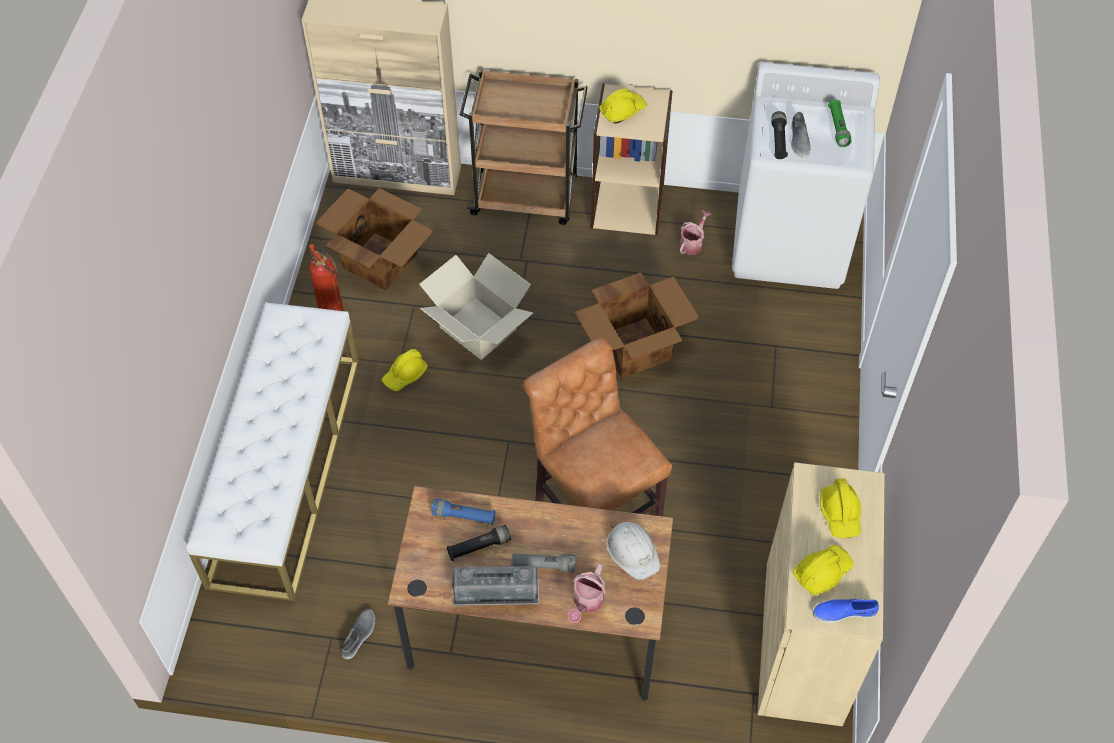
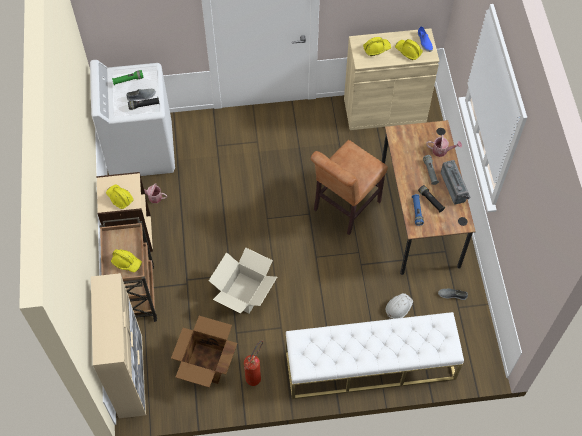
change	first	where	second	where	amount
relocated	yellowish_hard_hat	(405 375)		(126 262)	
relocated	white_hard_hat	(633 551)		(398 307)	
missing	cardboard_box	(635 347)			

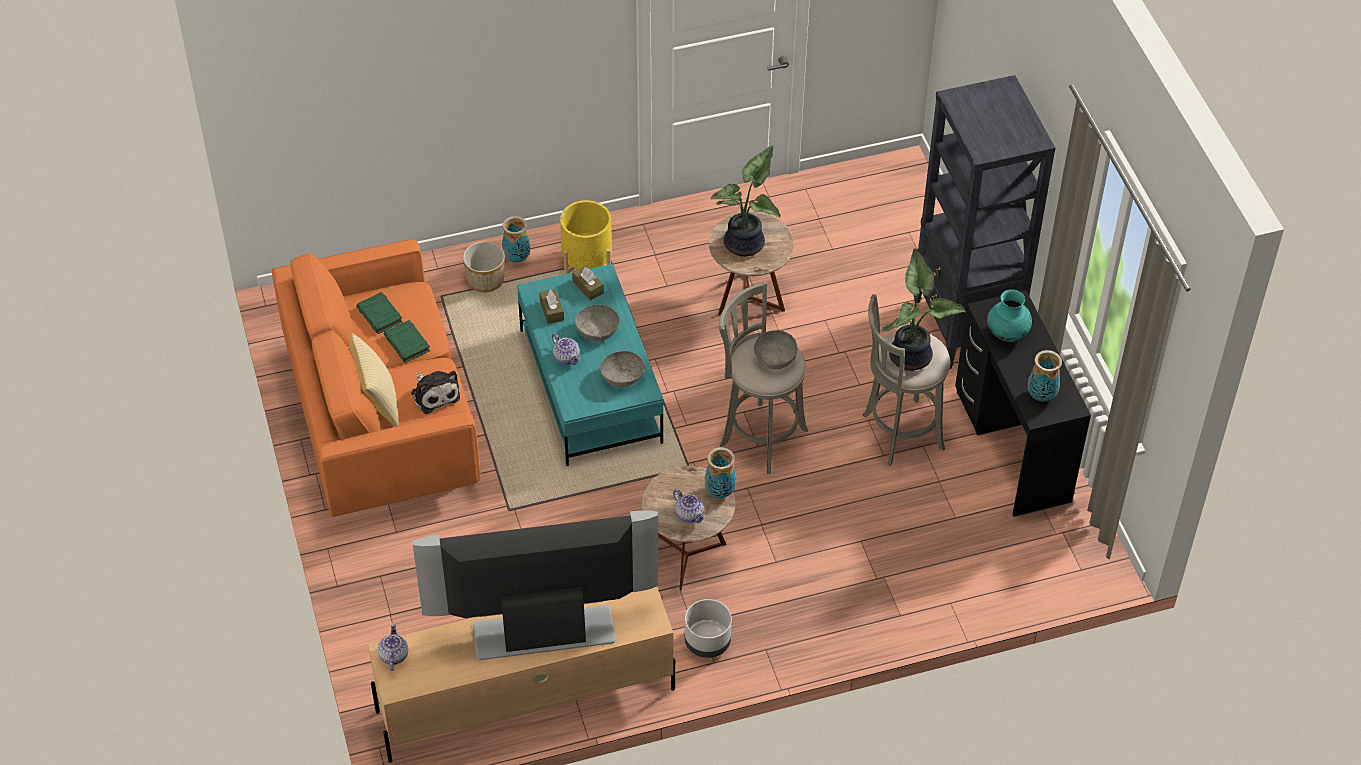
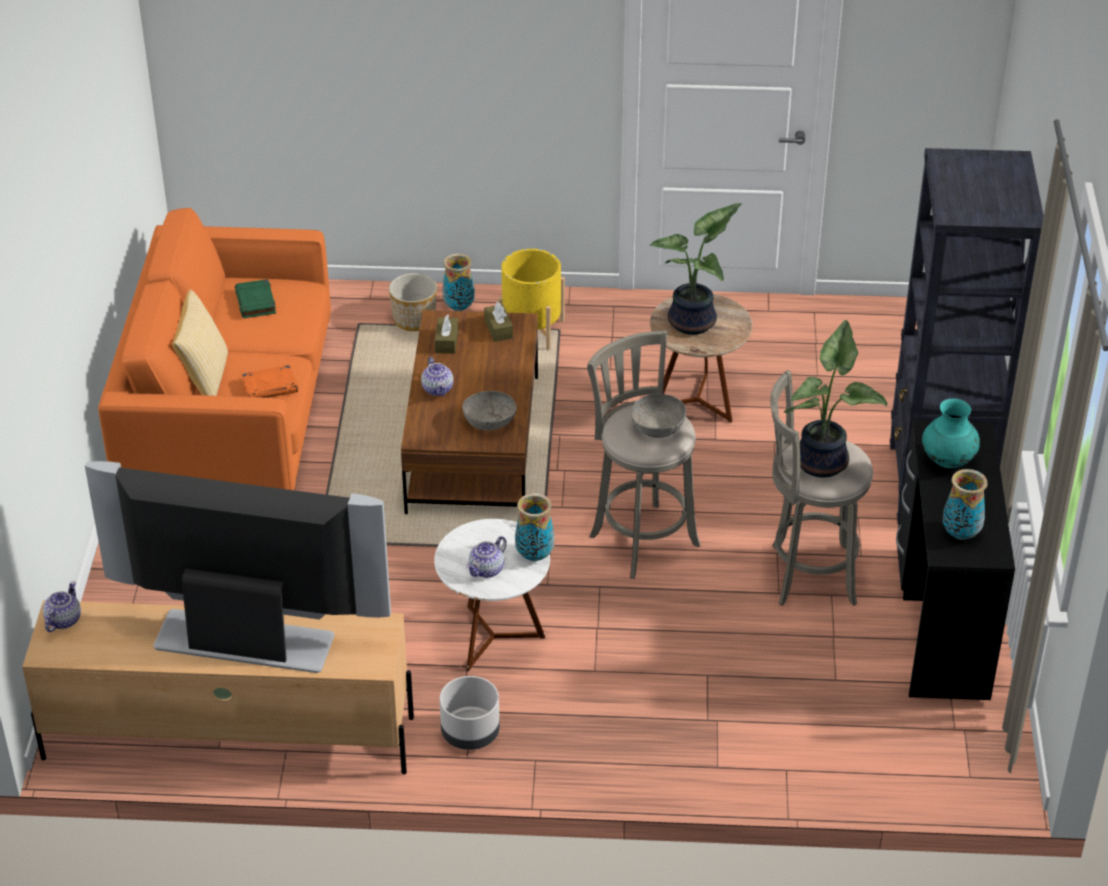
change	first	where	second	where	amount
exchanged	soft_toy	(434 394)	orange_book	(270 386)	
colour	turquoise-coloured_lounge_table	(590 386)	brownish_lounge_table	(473 444)	
colour	brownish_end_table	(687 556)	white_end_table	(494 638)	
spun	tea_pot	(690 514)		(487 570)	60 degrees clockwise
missing	green-coloured_book	(407 344)			
missing	gray_bowl	(597 331)			

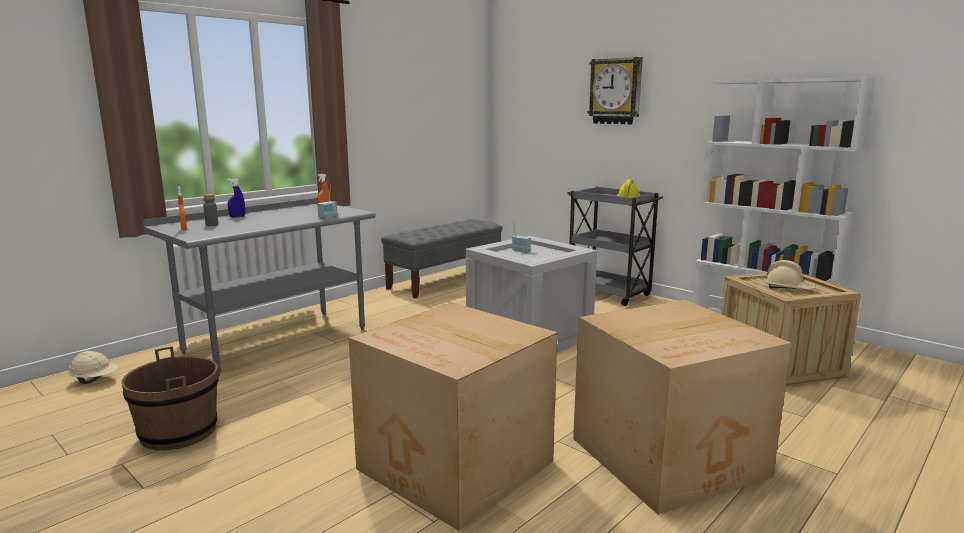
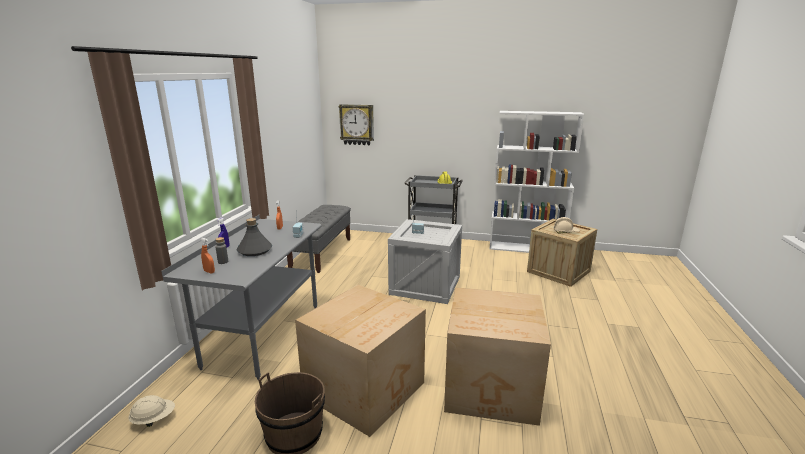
change	first	where	second	where	amount
appeared			gray_drink_bottle	(255 250)	
relocated	cardboard_box	(671 457)		(366 389)	
relocated	wall_clock	(615 91)		(357 124)	

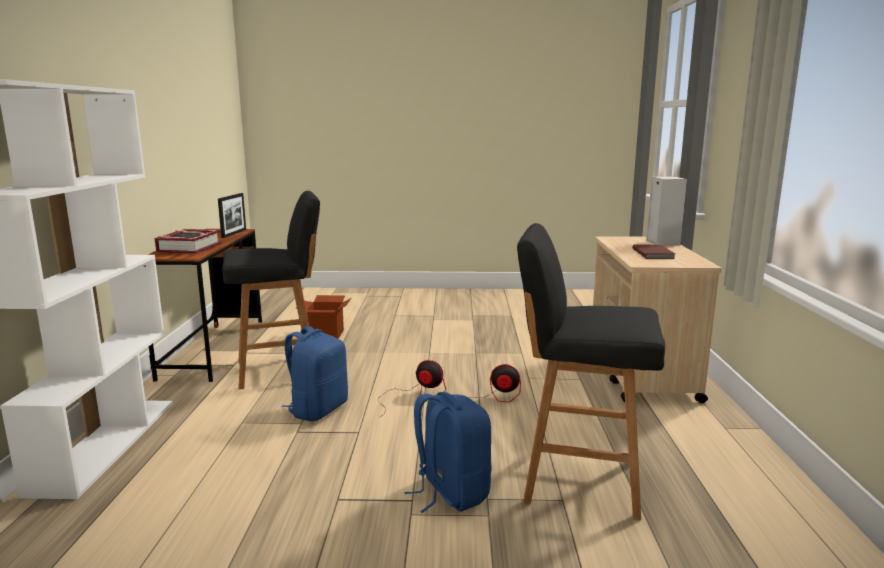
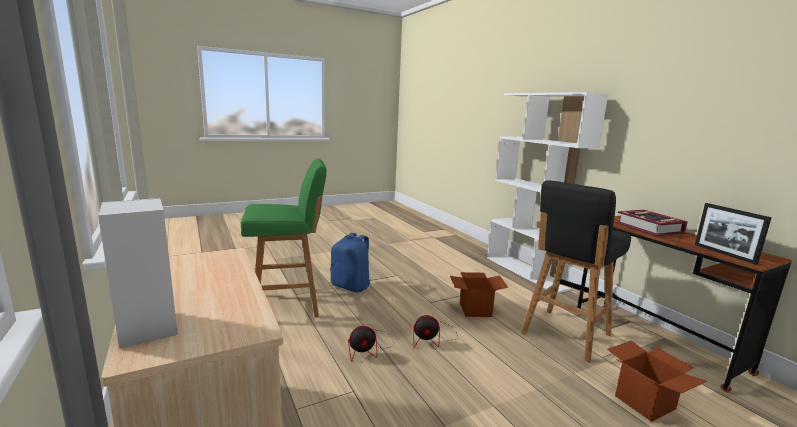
change	first	where	second	where	amount
colour	blackish_stool	(578 479)	green-coloured_stool	(288 305)	
exchanged	blue_backpack	(318 409)	cardboard_box	(475 310)	
missing	brownish_book	(654 253)			

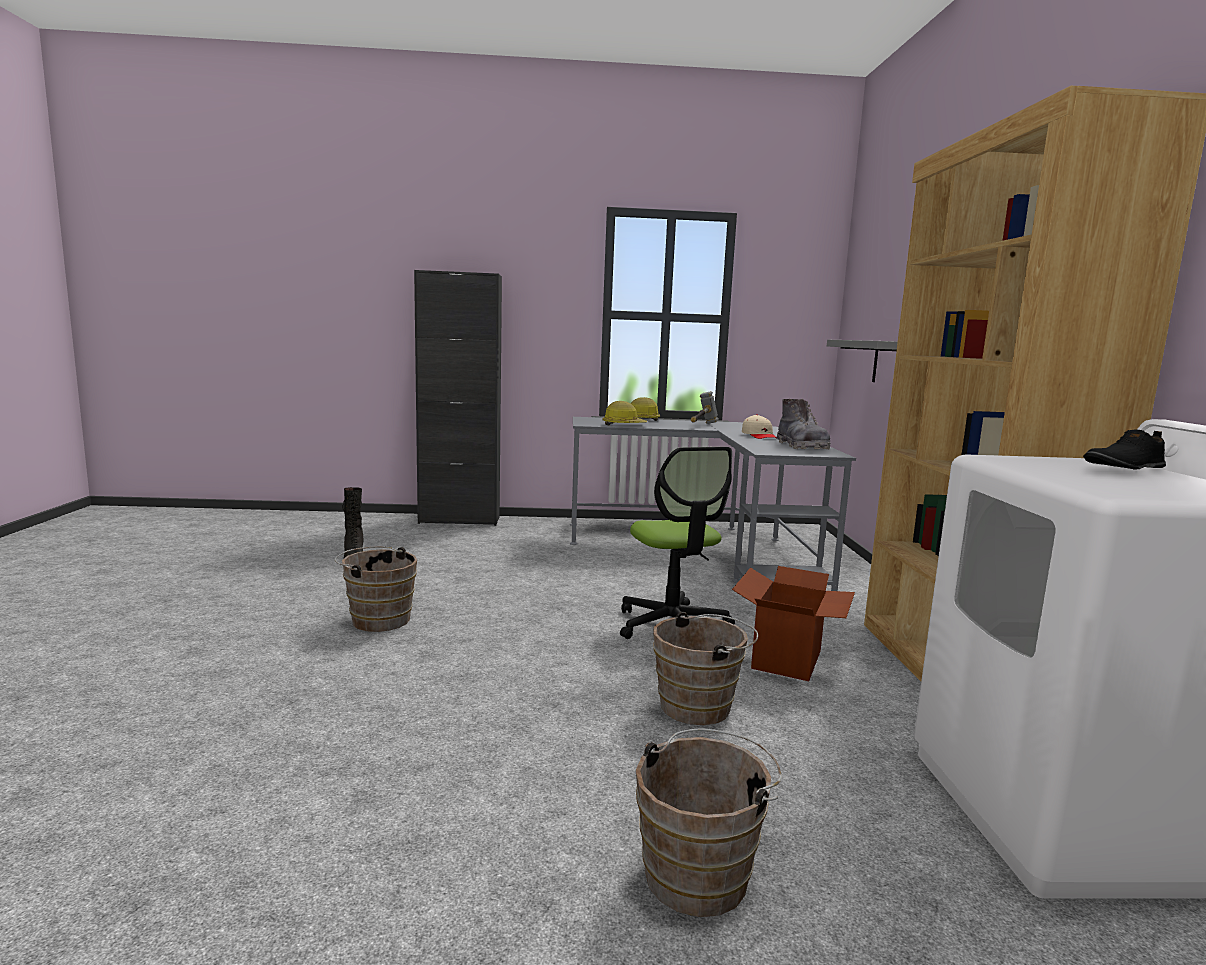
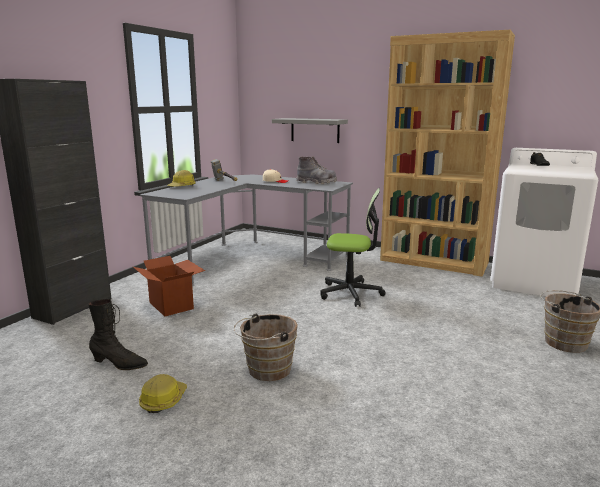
change	first	where	second	where	amount
relocated	cardboard_box	(788 659)		(172 305)	
relocated	hard_hat	(623 425)		(163 400)	
missing	brownish_pail	(701 706)			

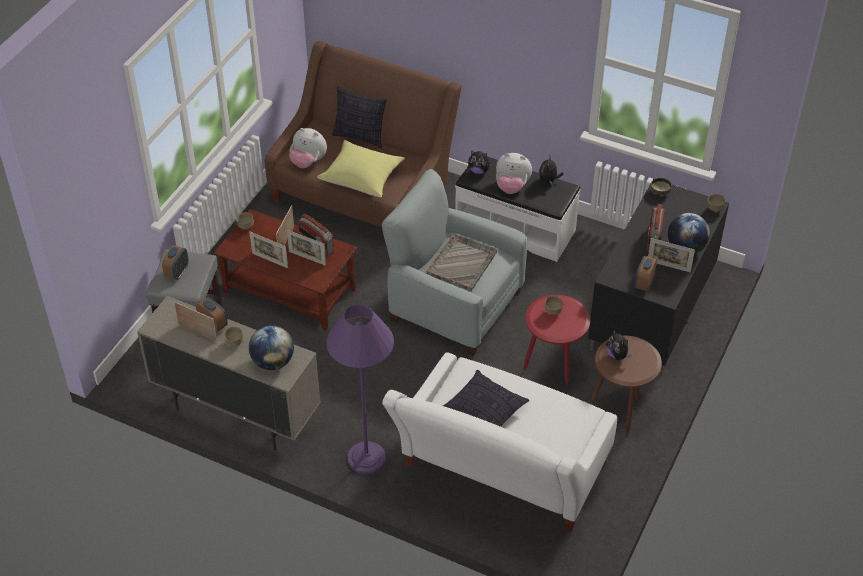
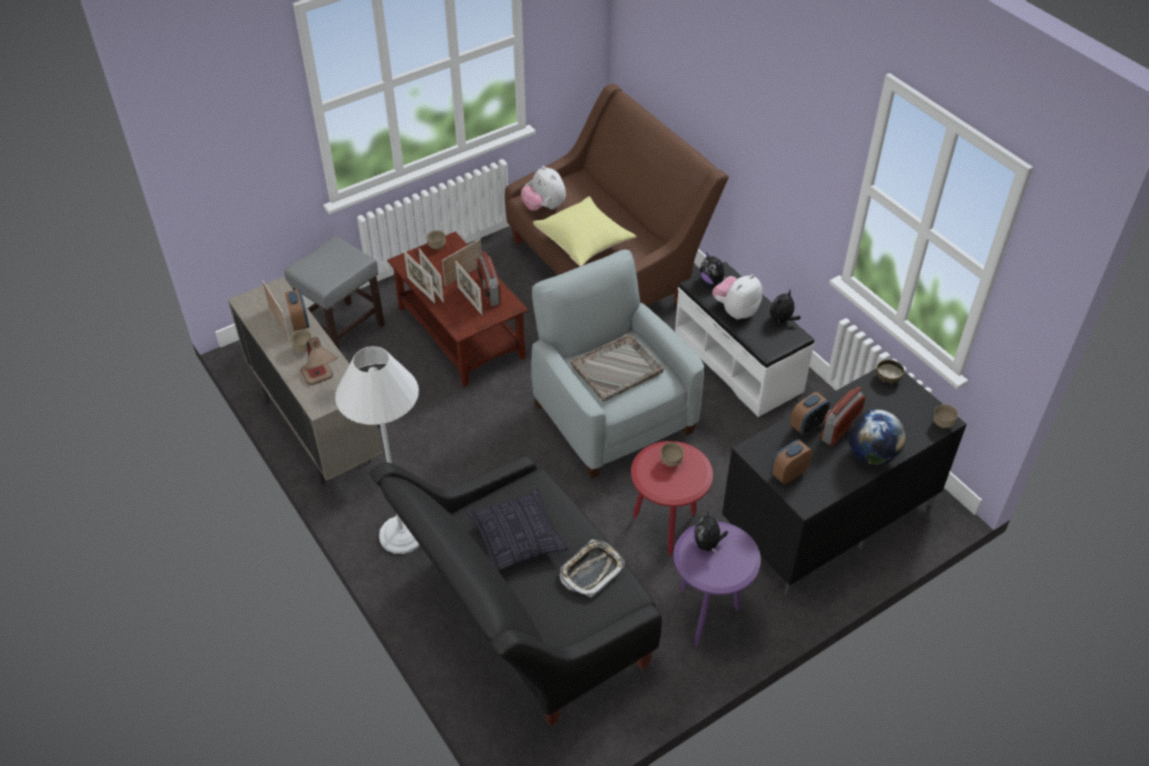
change	first	where	second	where	amount
exchanged	world_globe	(273 362)	lamp_for_a_table	(323 384)	
colour	purple_standard_lamp	(366 458)	white_standard_lamp	(401 535)	
colour	white_couch	(500 474)	blackish_couch	(524 620)	
relocated	photo_frame	(668 266)		(421 290)	
appeared			carrying_tray	(591 571)	
colour	brownish_end_table	(620 412)	purple_end_table	(708 615)	
spun	soft_toy	(512 187)		(735 311)	90 degrees clockwise
relocated	table_clock	(177 272)		(807 426)	
missing	throw_pillow	(359 137)			

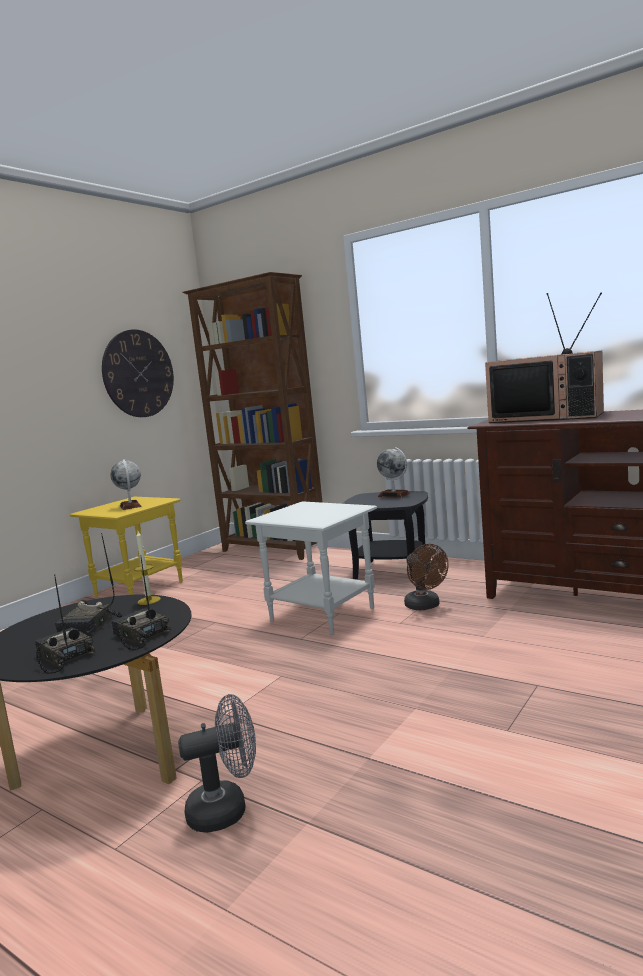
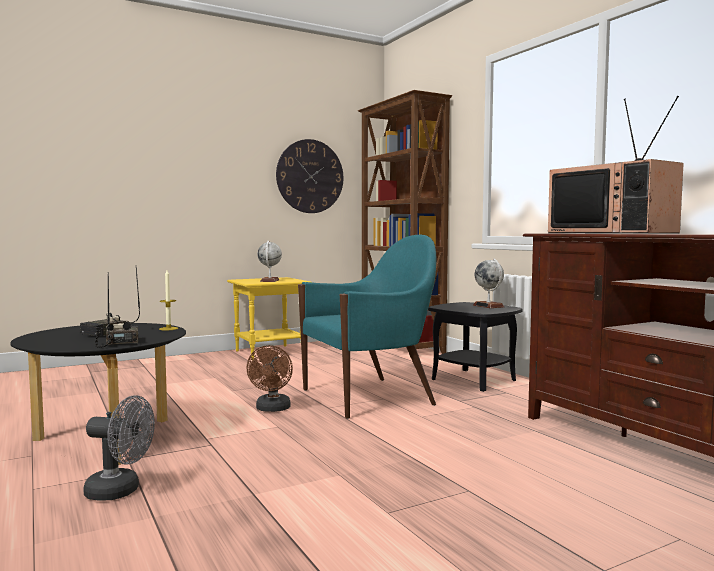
change	first	where	second	where	amount
relocated	brownish_electric_fan	(425 606)		(272 409)	
exchanged	white_end_table	(323 615)	turquoise-coloured_lounge_chair	(369 397)	
missing	radio_set	(62 657)			

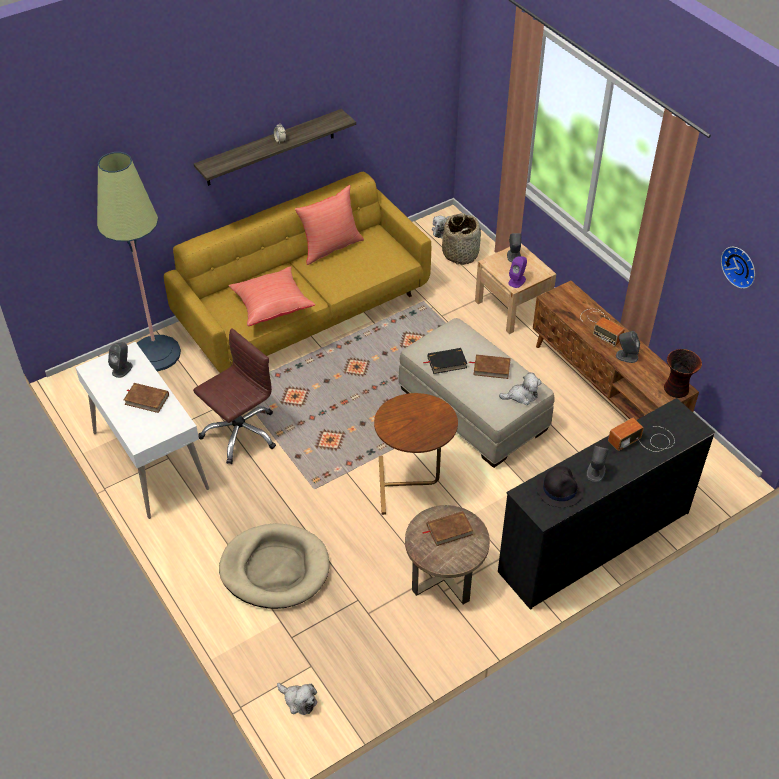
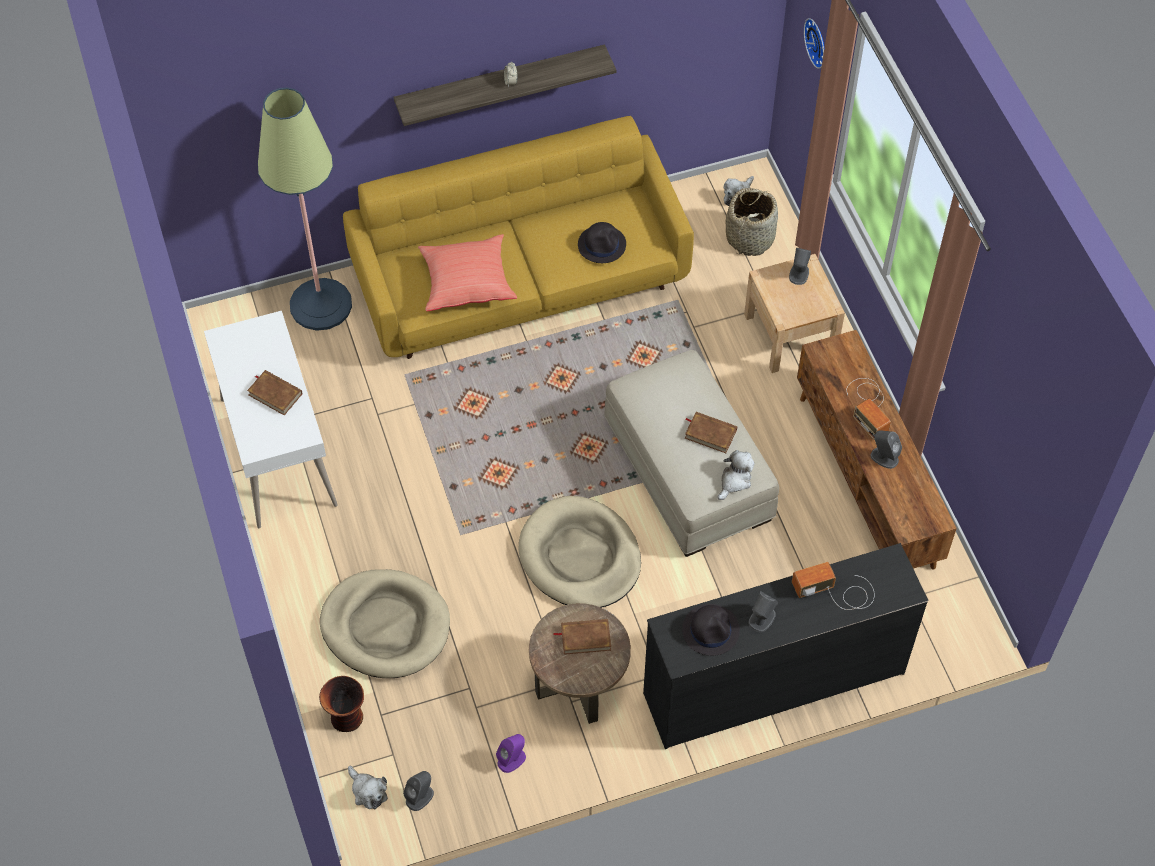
change	first	where	second	where	amount
relocated	flower_vase	(677 389)		(347 718)	
relocated	gray_audio_speaker	(122 369)		(420 797)	
relocated	purple_audio_speaker	(517 281)		(512 759)	
exchanged	brownish_end_table	(413 484)	beige_pet_bed	(580 556)	
appeared			blackish_hat	(602 244)	
spun	soft_toy	(521 396)		(734 481)	60 degrees counterclockwise
relocated	wall_clock	(740 266)		(818 42)	
missing	brownish_computer_chair	(240 433)			
missing	red_throw_pillow	(330 247)			
missing	blackish_book	(446 362)			

